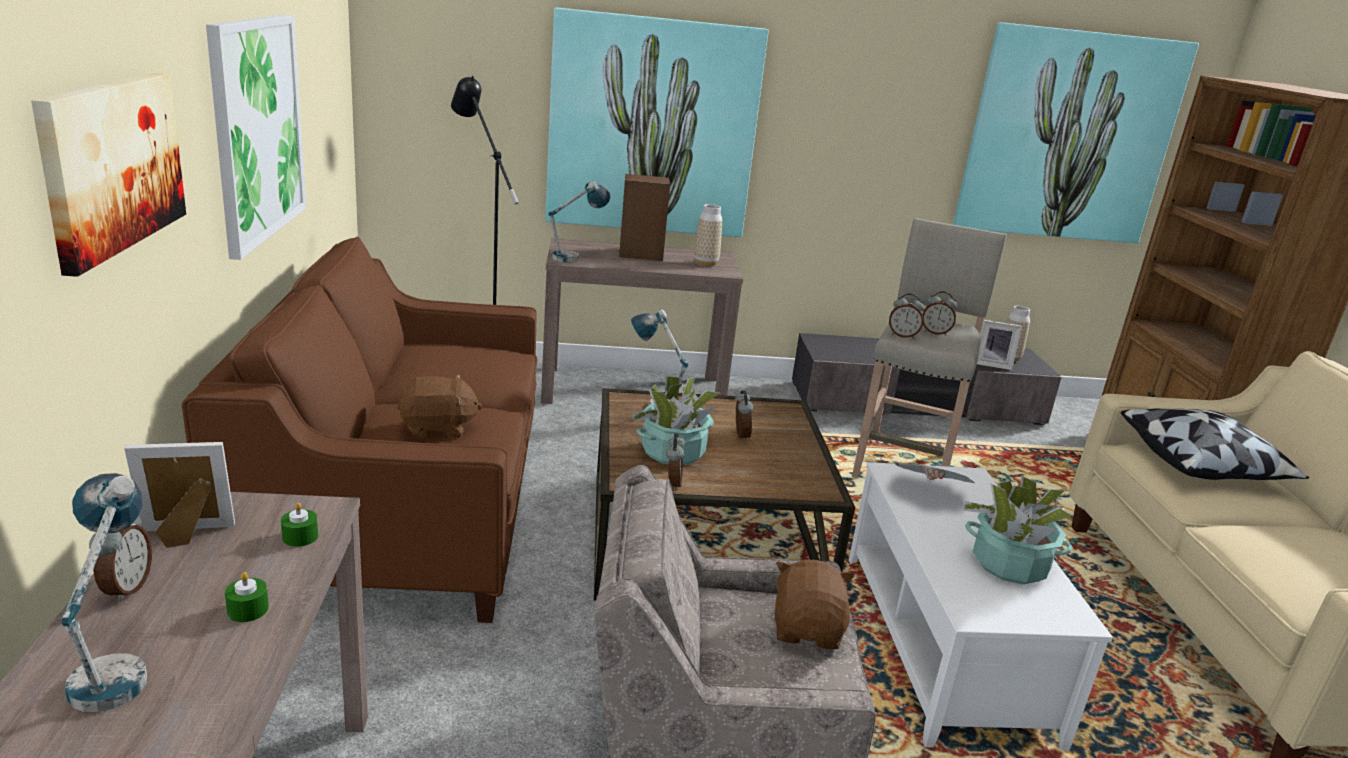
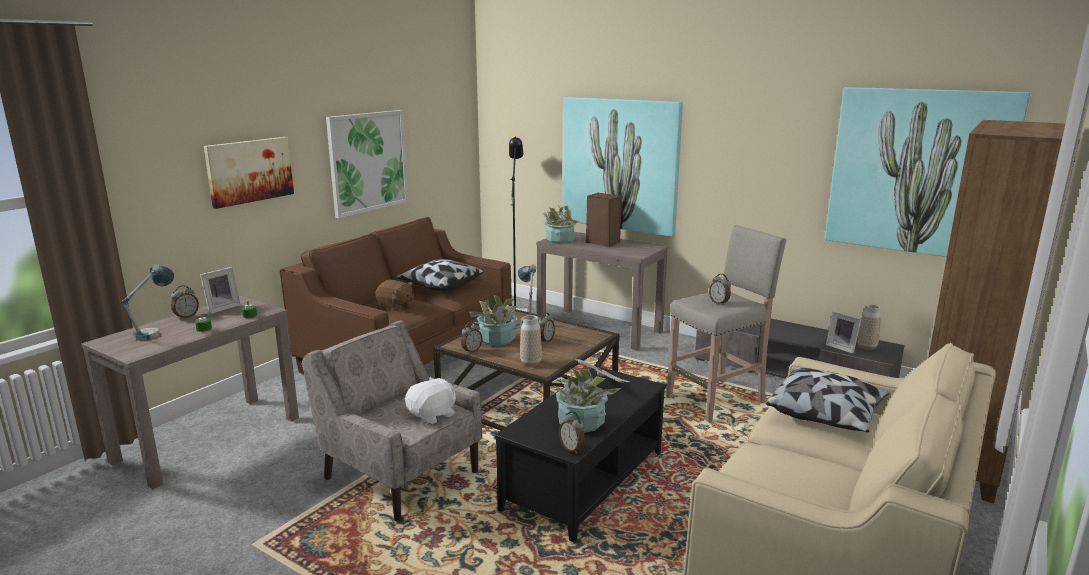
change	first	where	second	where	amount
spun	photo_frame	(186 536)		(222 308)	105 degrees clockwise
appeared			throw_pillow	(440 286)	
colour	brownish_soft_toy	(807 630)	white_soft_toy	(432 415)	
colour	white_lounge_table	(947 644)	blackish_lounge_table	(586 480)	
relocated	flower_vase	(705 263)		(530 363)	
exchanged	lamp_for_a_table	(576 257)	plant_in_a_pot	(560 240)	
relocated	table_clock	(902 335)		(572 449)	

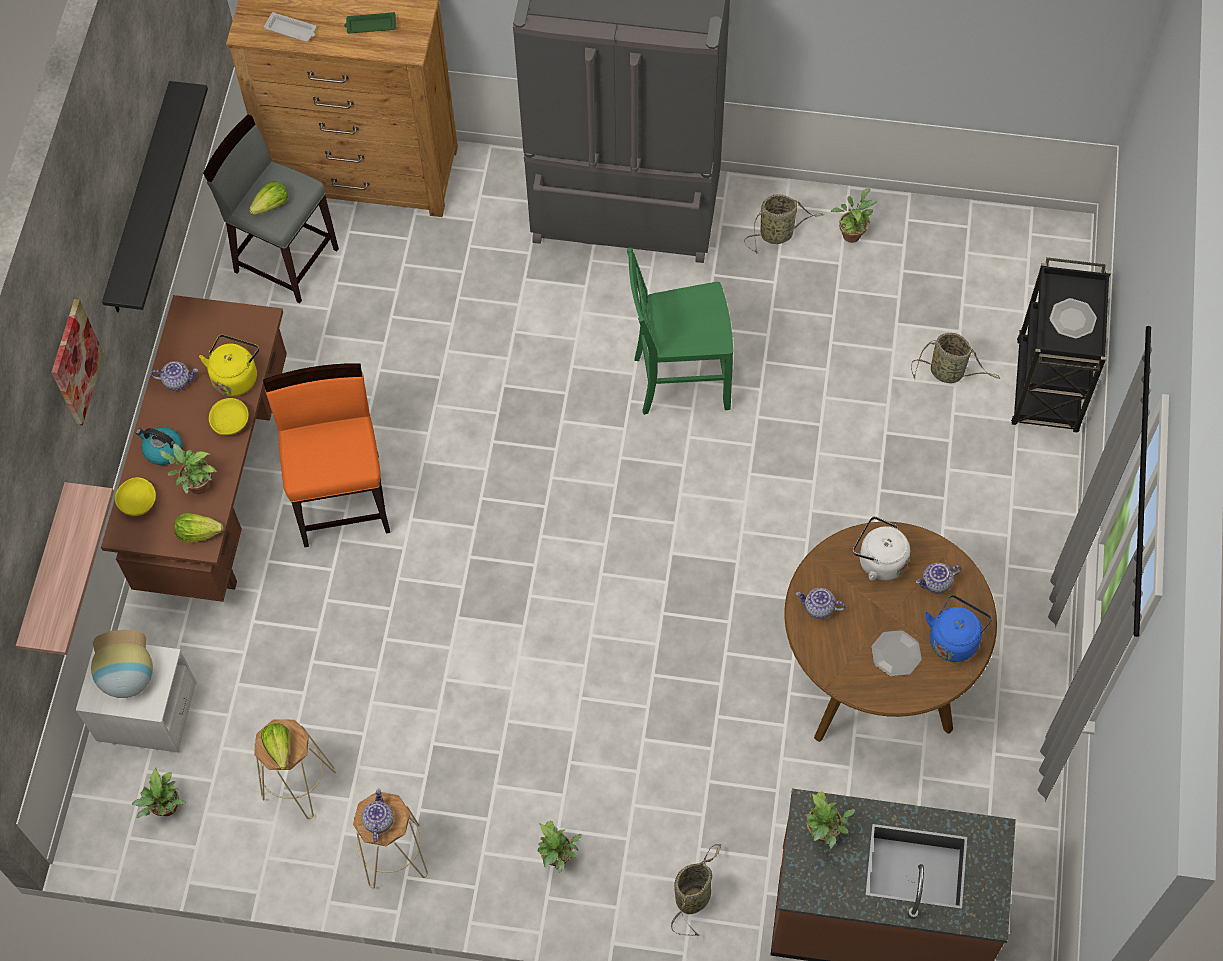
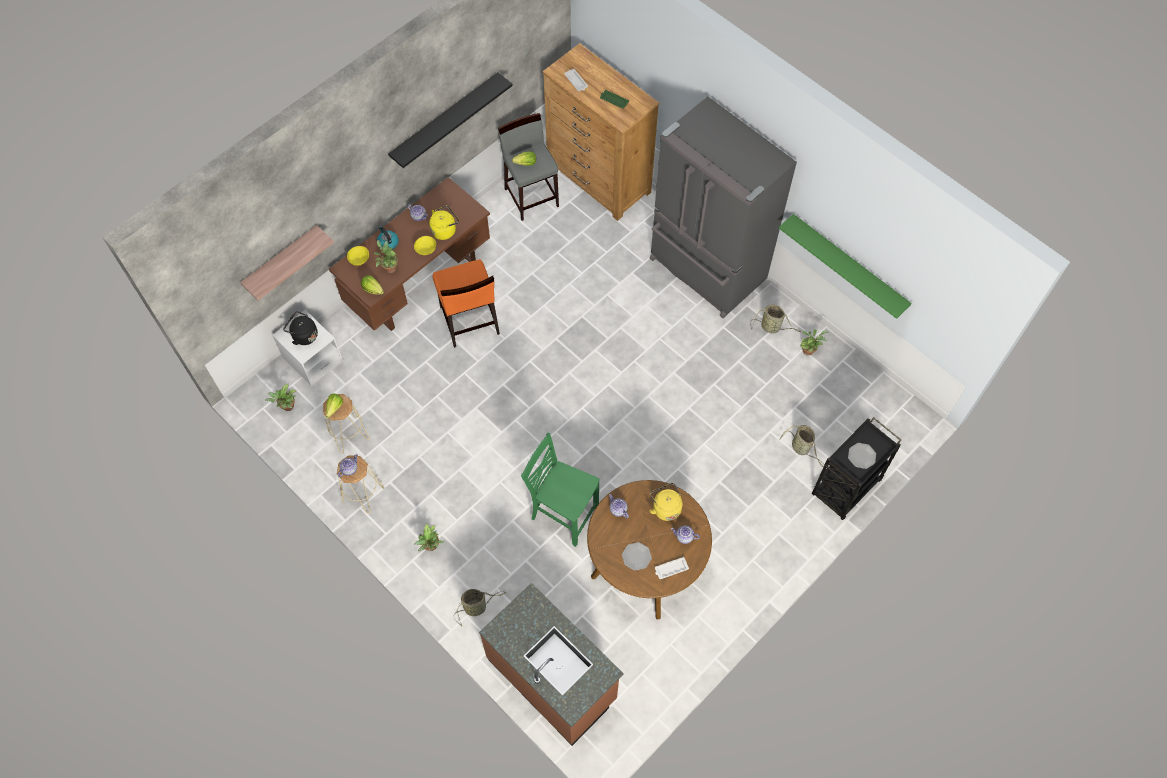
change	first	where	second	where	amount
exchanged	flower_vase	(128 677)	blackish_tea_kettle	(303 335)	
spun	orange_plain_chair	(342 498)		(469 321)	135 degrees clockwise
relocated	green-coloured_plain_chair	(679 381)		(563 513)	
colour	white_tea_kettle	(878 561)	yellowish_tea_kettle	(665 507)	
exchanged	blue_tea_kettle	(954 638)	white_carrying_tray	(670 569)	
appeared			green-coloured_bracket_shelf	(848 264)	
missing	picture	(75 362)			
missing	plant_in_a_pot	(824 834)			

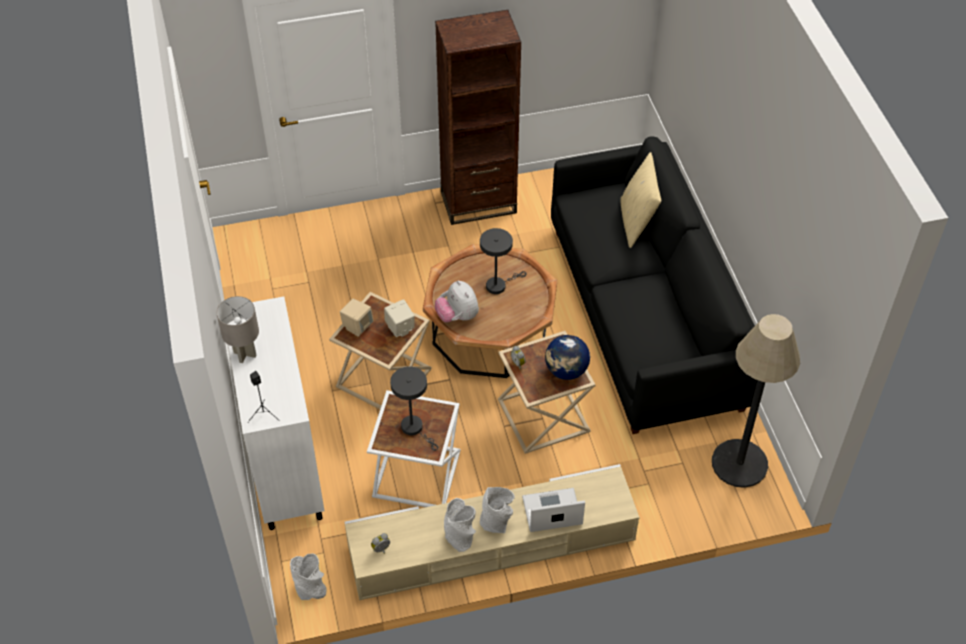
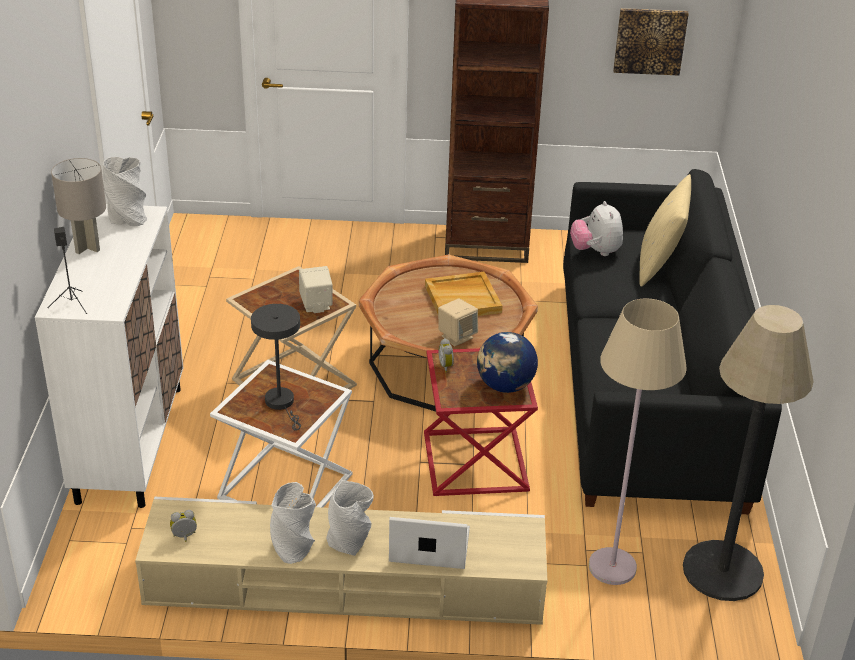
change	first	where	second	where	amount
relocated	gray_flower_vase	(310 588)		(127 217)	
colour	beige_end_table	(545 416)	red_end_table	(477 463)	
exchanged	gray_lamp_for_a_table	(498 285)	beige_carrying_tray	(463 298)	
relocated	beige_audio_speaker	(357 326)		(457 337)	
relocated	soft_toy	(457 316)		(595 251)	
appeared			beige_standard_lamp	(612 567)	
appeared			picture	(650 40)	

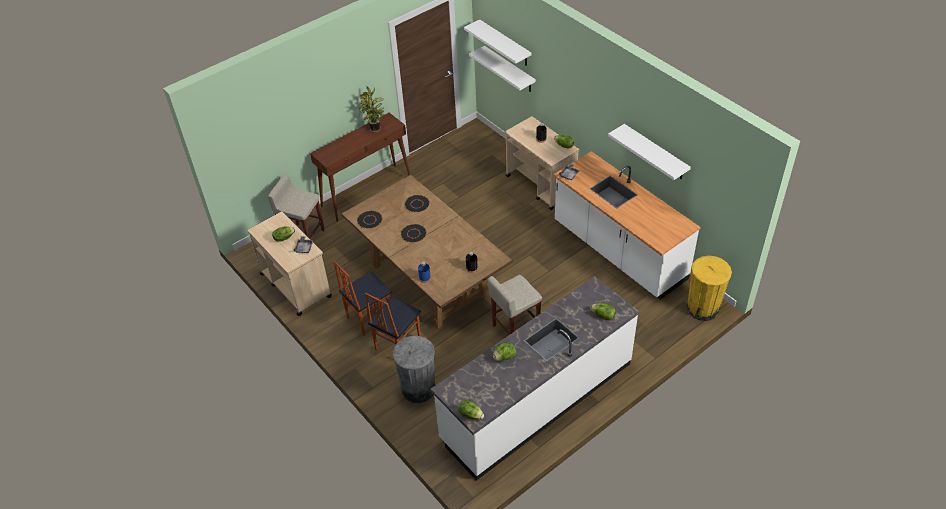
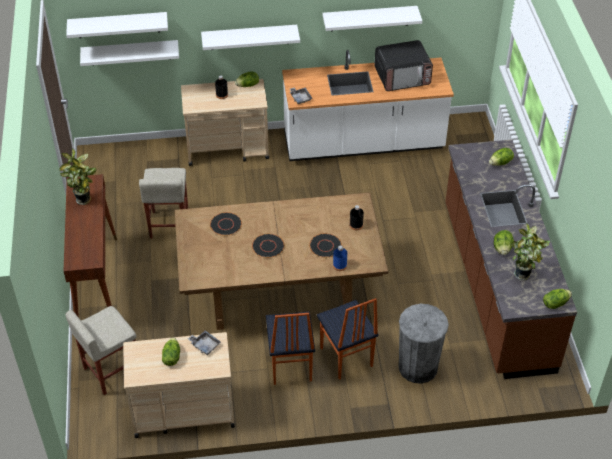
change	first	where	second	where	amount
relocated	beige_stool	(515 328)		(169 225)	
appeared			white_bracket_shelf	(249 37)	
relocated	blackish_dinner_plate	(369 220)		(325 246)	
appeared			microwave_oven	(402 77)	
colour	white_counter	(536 400)	brownish_counter	(495 286)	
appeared			plant_in_a_pot	(524 275)	
missing	yellowish_waste_bin	(702 308)			

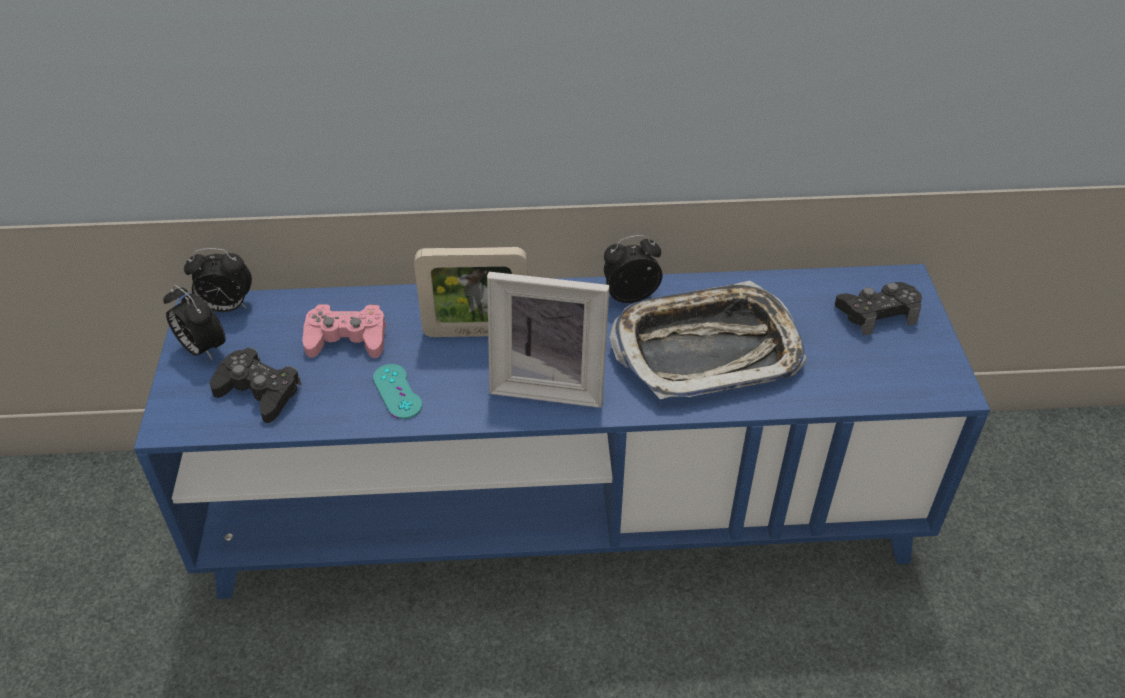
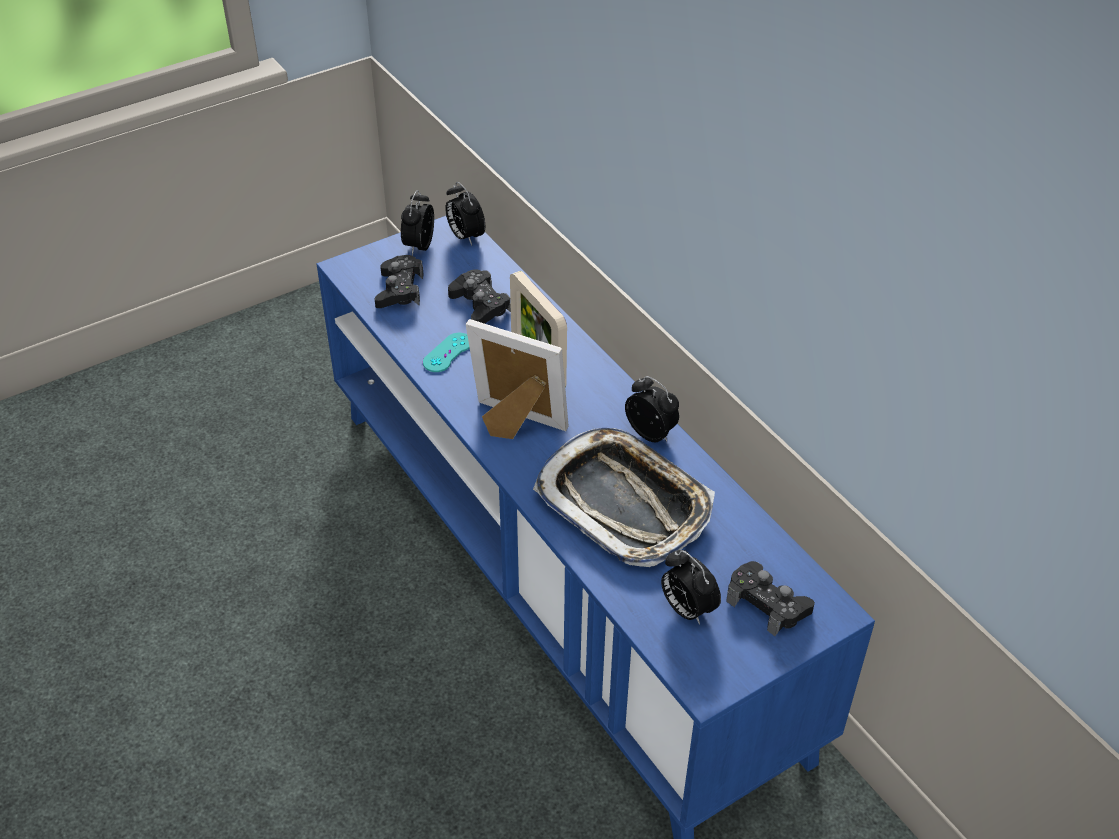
change	first	where	second	where	amount
colour	pink_game_controller	(347 339)	blackish_game_controller	(479 305)	
spun	photo_frame	(549 383)		(515 426)	135 degrees clockwise
appeared			table_clock	(686 609)	

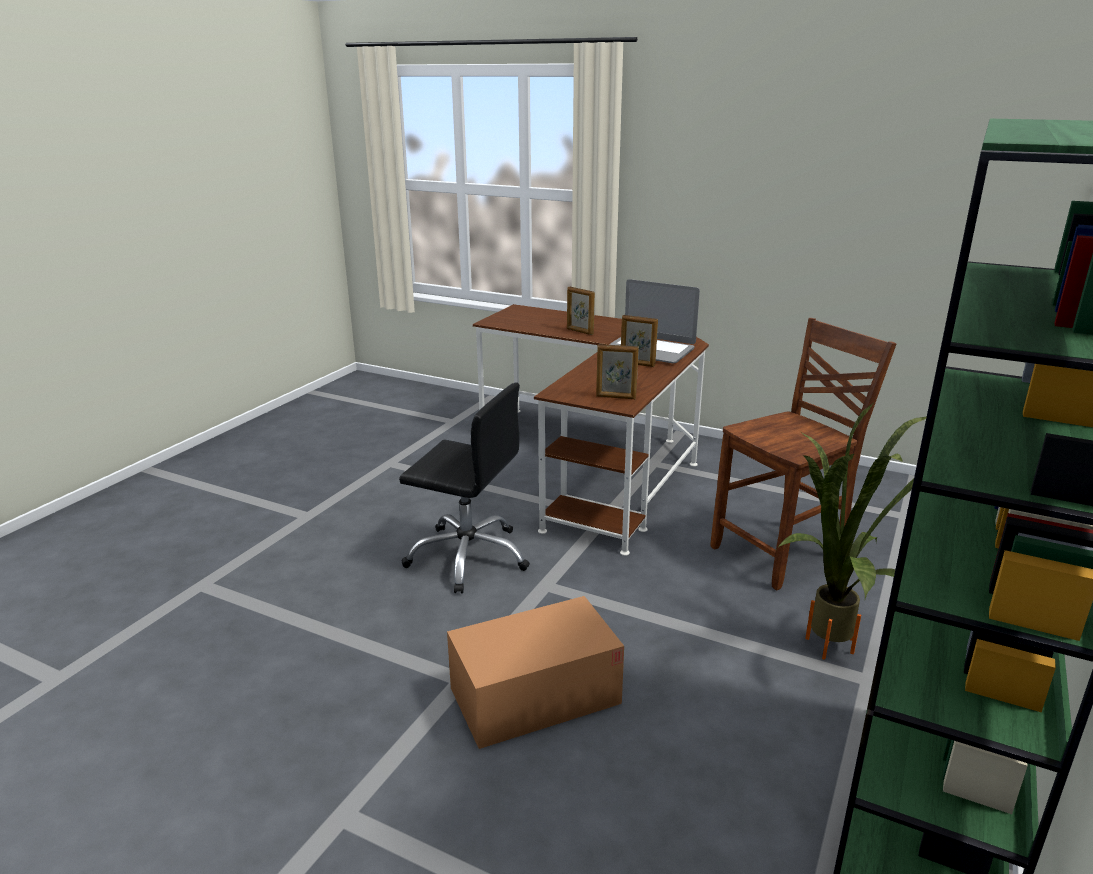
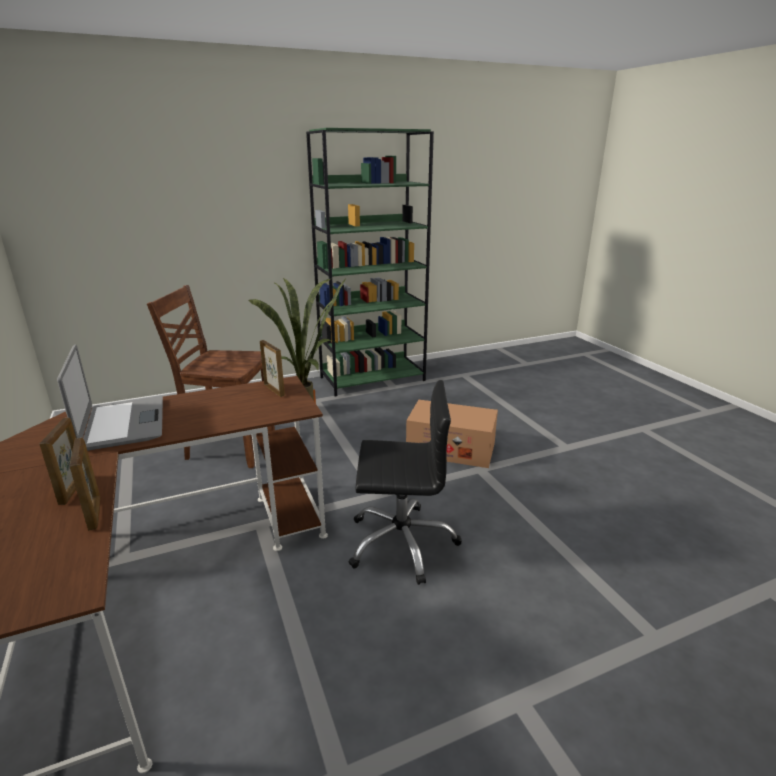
change	first	where	second	where	amount
relocated	photo_frame	(637 364)		(94 513)	
spun	blackish_computer_chair	(468 556)		(401 542)	120 degrees clockwise

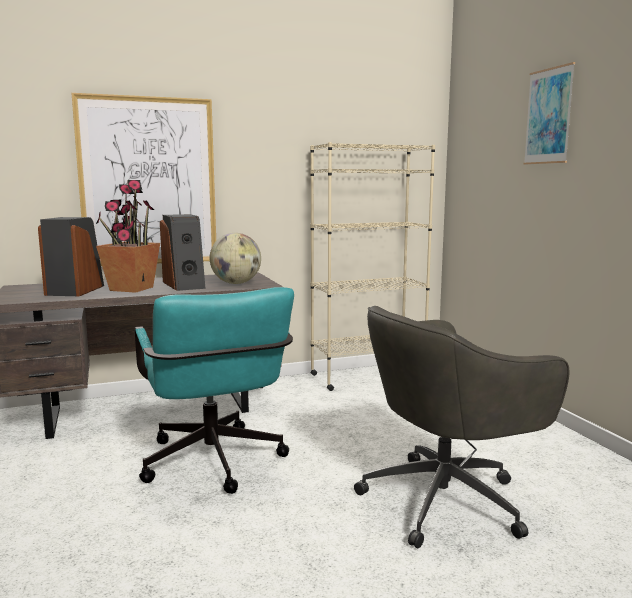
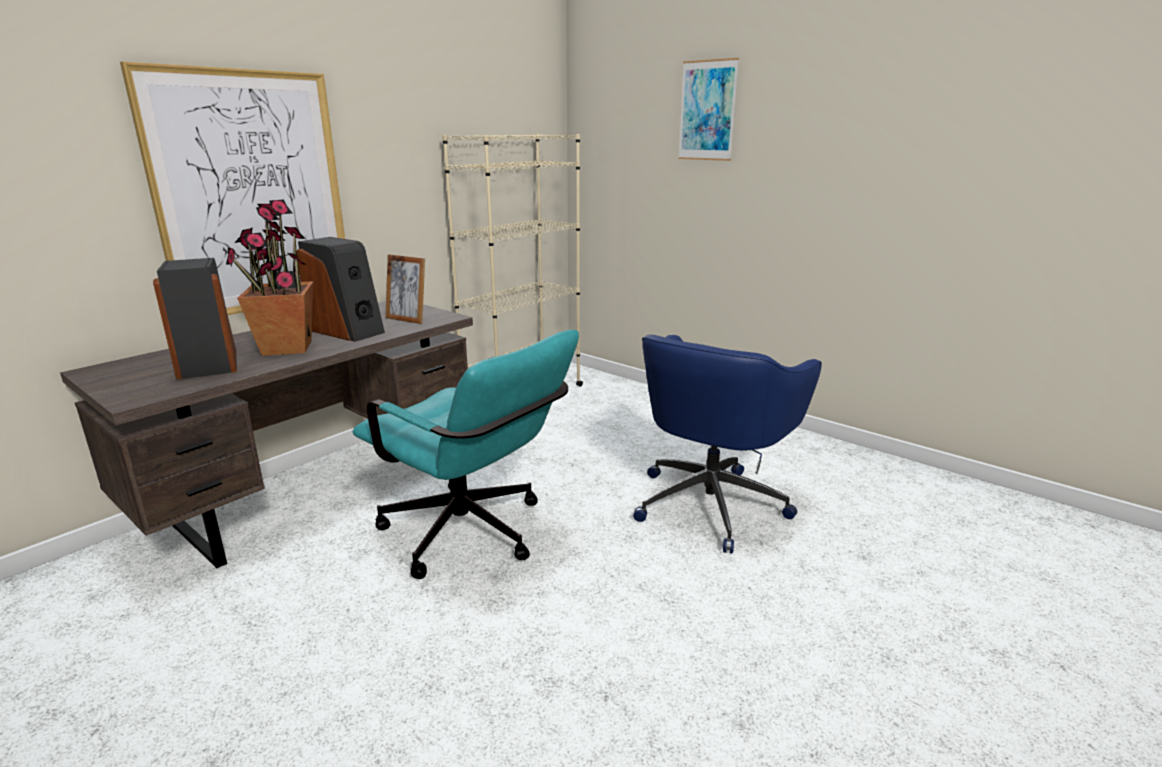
change	first	where	second	where	amount
exchanged	world_globe	(236 283)	photo_frame	(407 319)	
colour	gray_computer_chair	(447 499)	blue_computer_chair	(711 503)	

